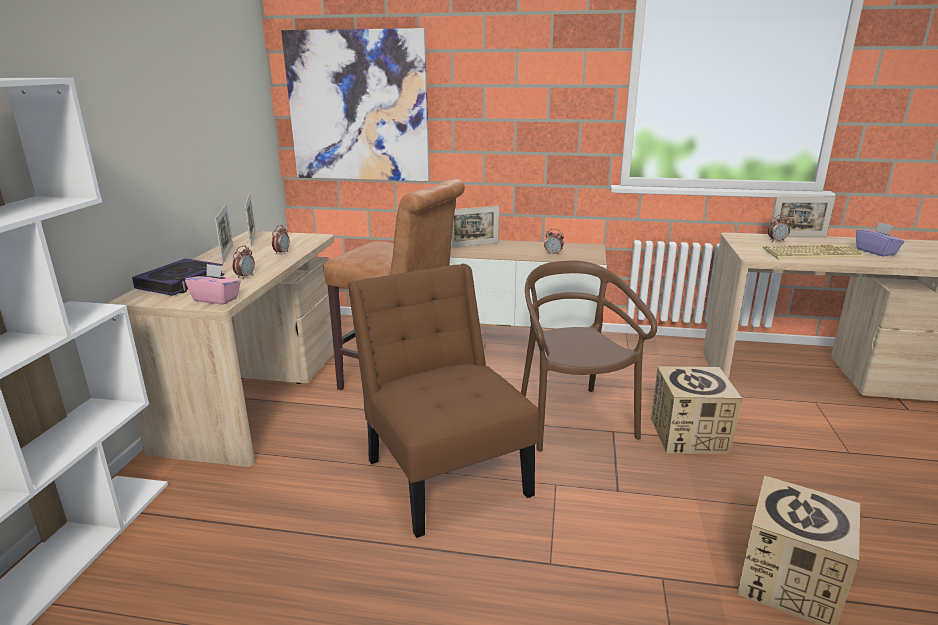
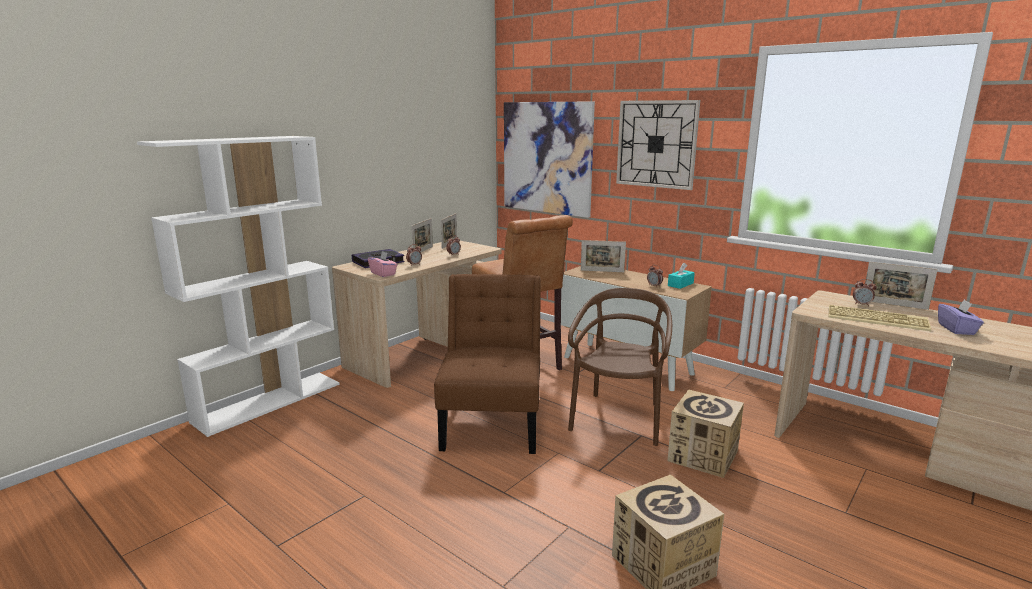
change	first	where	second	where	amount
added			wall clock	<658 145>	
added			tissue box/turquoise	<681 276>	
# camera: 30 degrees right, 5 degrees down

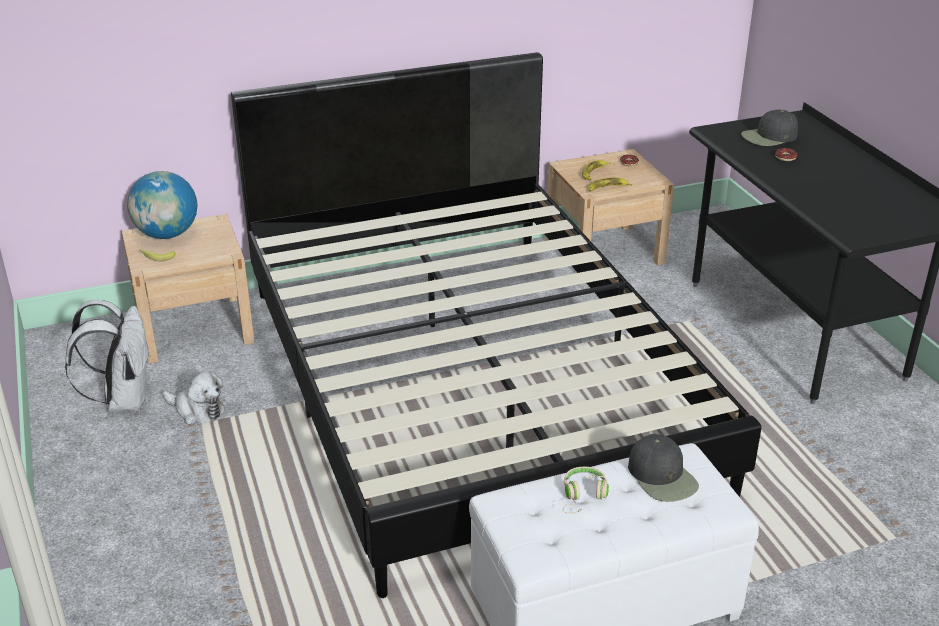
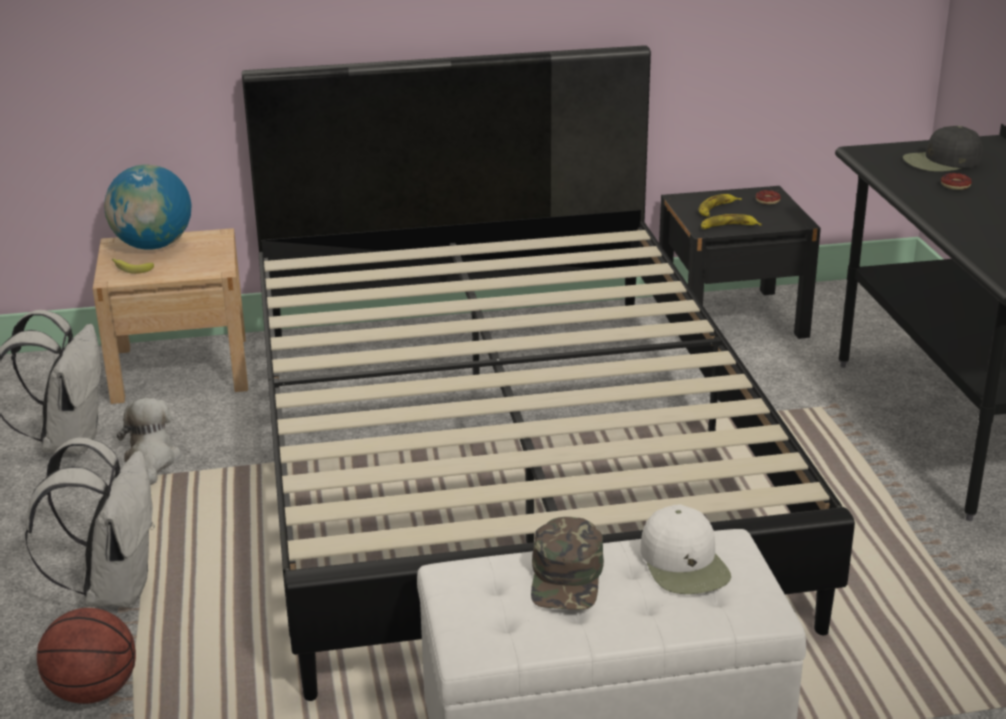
change	first	where	second	where	amount
added			backpack/white	<90 523>	
added			basketball	<86 656>	
turned	plush toy	<194 397>		<149 441>	135 degrees counterclockwise
replaced	headphones/beige	<586 490>	cap/green	<567 563>	
recoloured	cap/black	<663 468>	cap/white	<685 549>	
recoloured	nightstand/beige	<610 211>	nightstand/black	<740 262>	
# camera: 10 degrees right, 5 degrees down

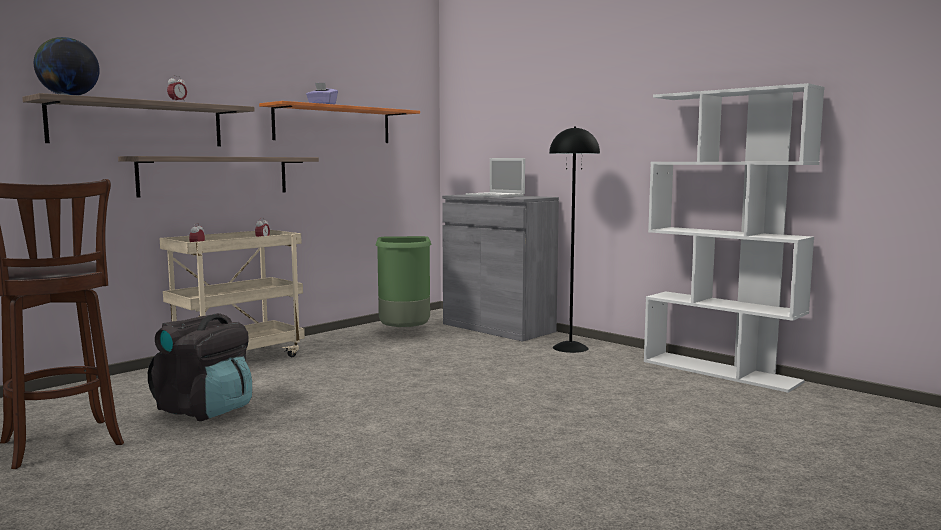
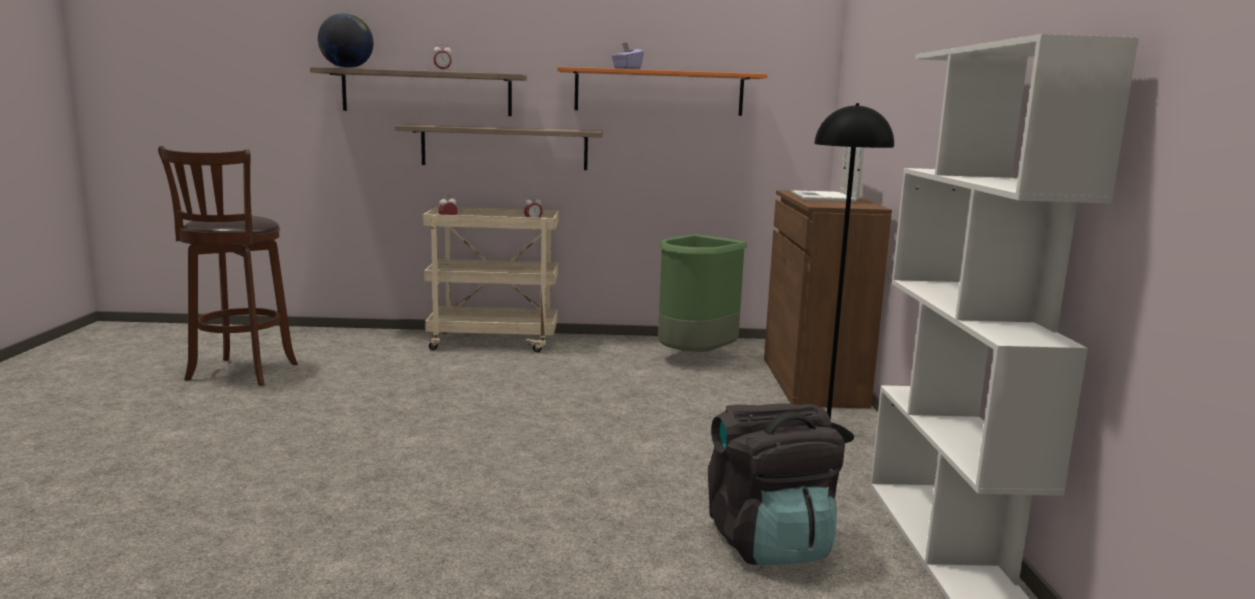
change	first	where	second	where	amount
moved	backpack/black	<200 367>		<776 484>	
recoloured	cabinet/grey	<500 268>	cabinet/brown	<828 299>	
# camera: 45 degrees right, 5 degrees up

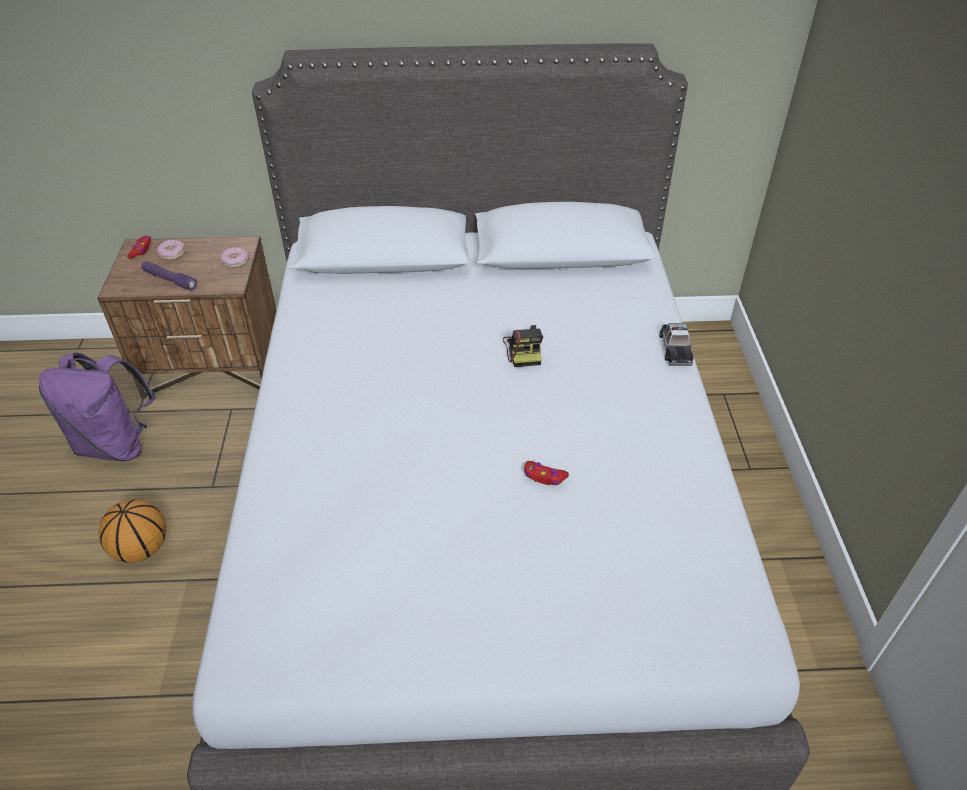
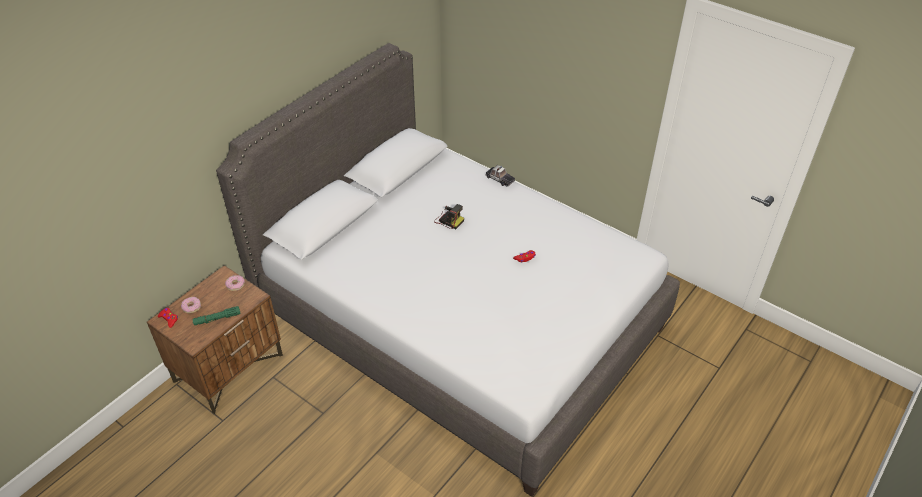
change	first	where	second	where	amount
recoloured	flashlight/purple	<169 275>	flashlight/green	<216 315>	
removed	backpack/purple	<97 406>			
removed	basketball	<132 531>			
# camera: 50 degrees left, 0 degrees up

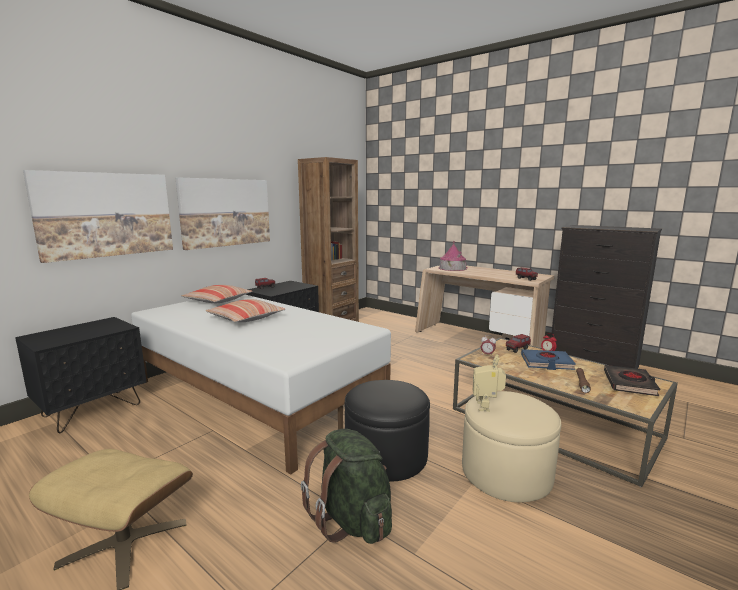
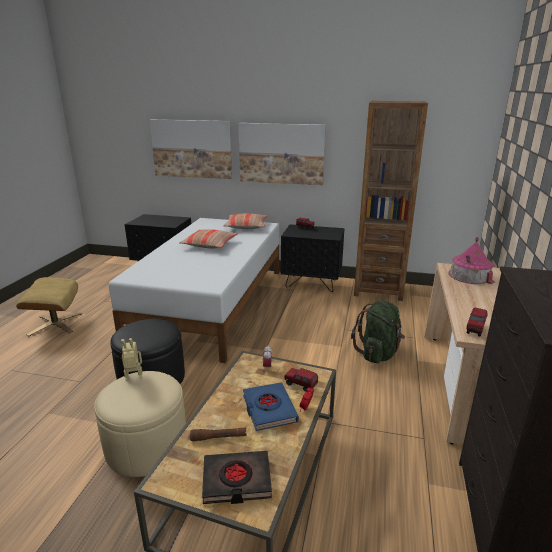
change	first	where	second	where	amount
moved	backpack/green	<346 486>		<378 331>	
# camera: 65 degrees right, 10 degrees up

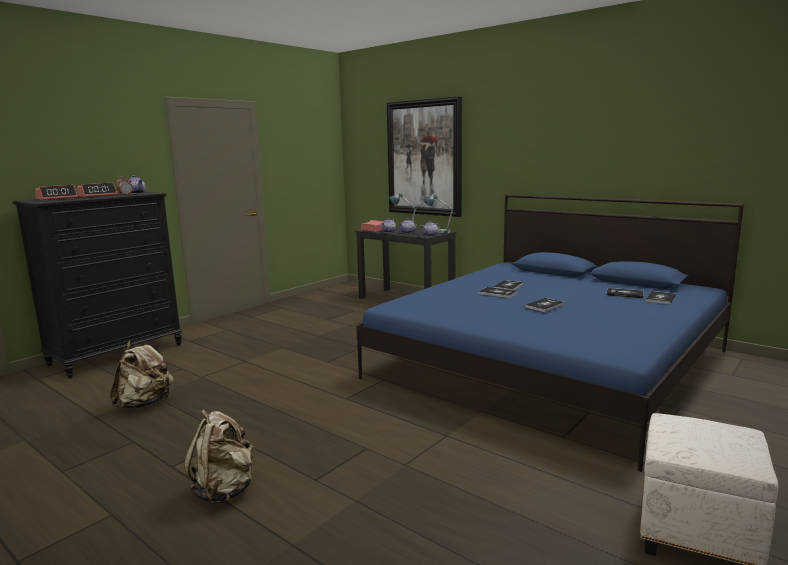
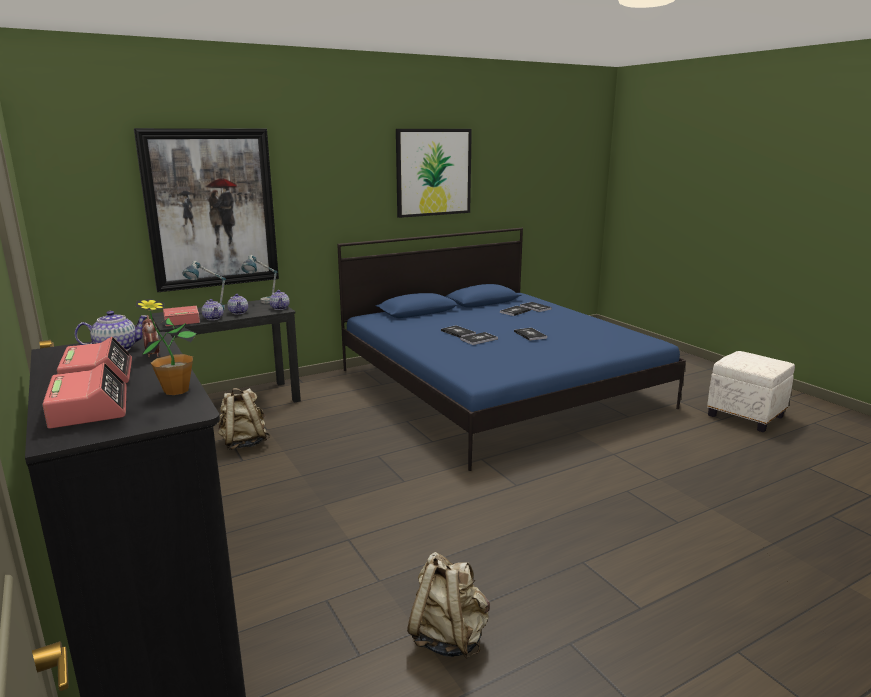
change	first	where	second	where	amount
added			potted plant	<166 347>	
moved	backpack/beige	<220 456>		<244 419>	
added			picture	<434 173>	
# camera: 70 degrees left, 5 degrees up

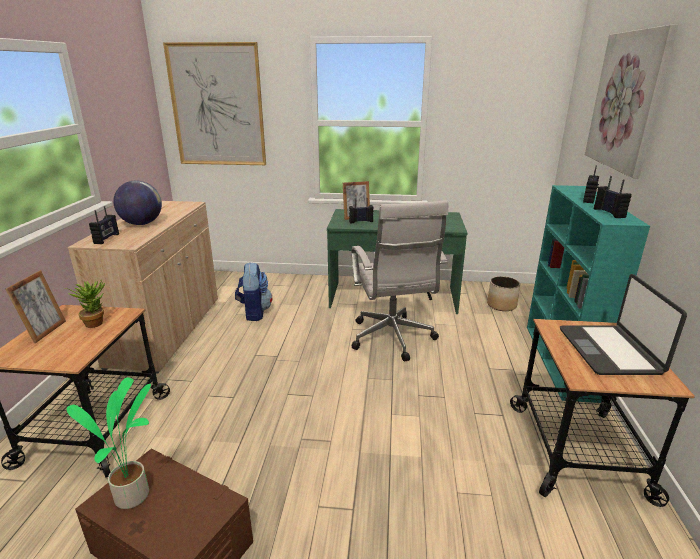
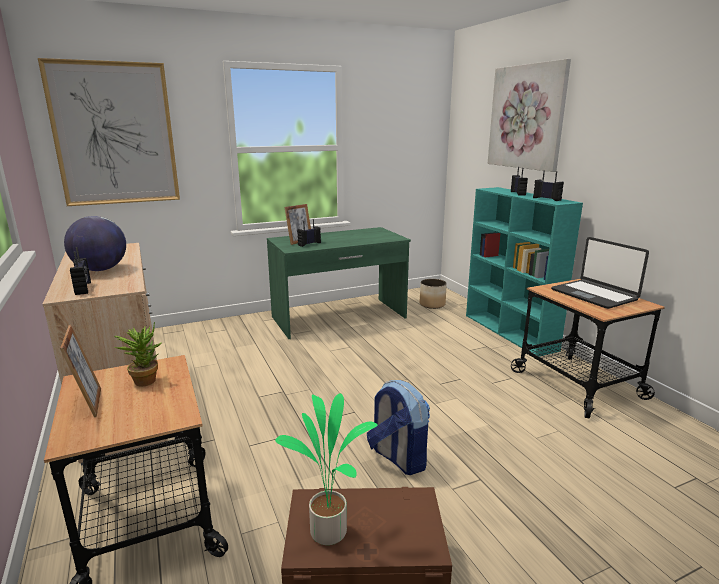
change	first	where	second	where	amount
moved	backpack	<253 291>		<398 427>	
removed	office chair/white	<400 281>			
# camera: 30 degrees left, 5 degrees down

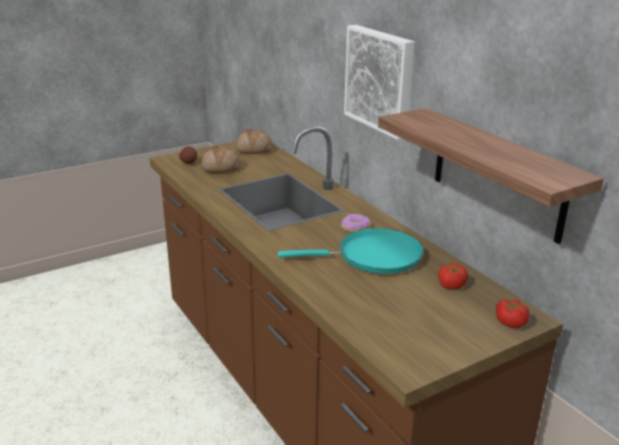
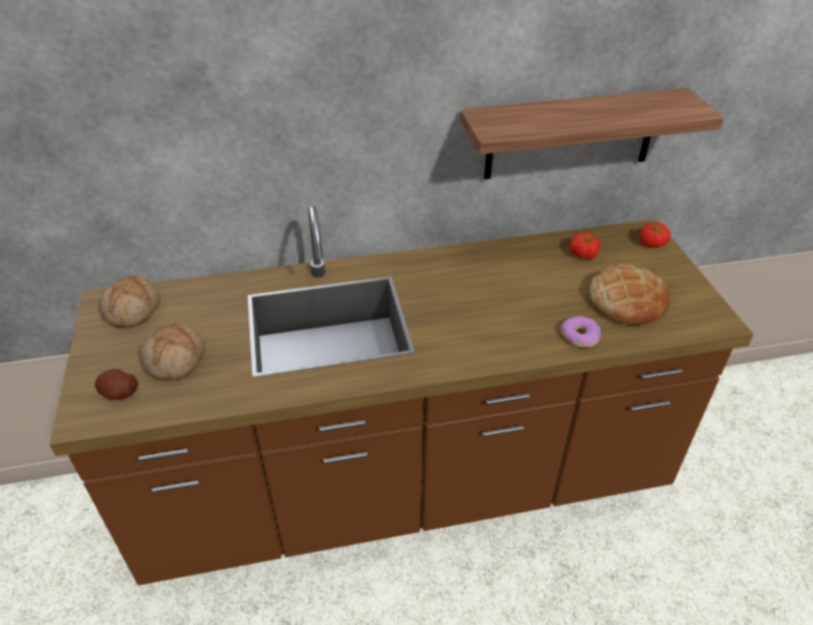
change	first	where	second	where	amount
moved	donut	<356 223>		<581 332>	
added			bread	<630 294>	
removed	frying pan/turquoise	<350 251>			
removed	picture	<379 82>			
# camera: 70 degrees left, 15 degrees up

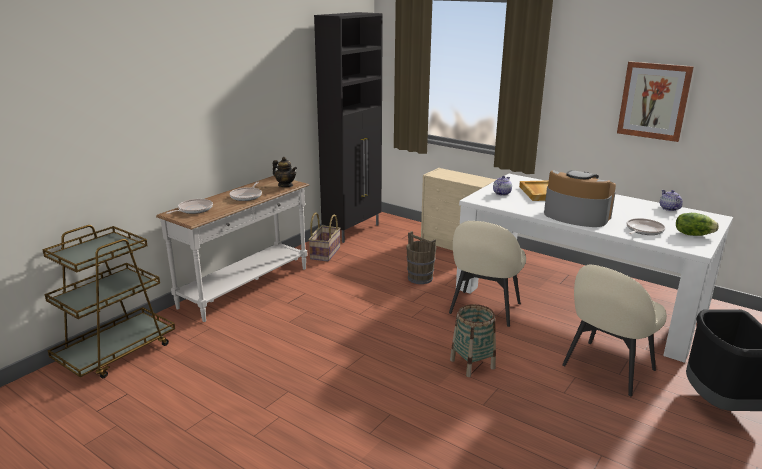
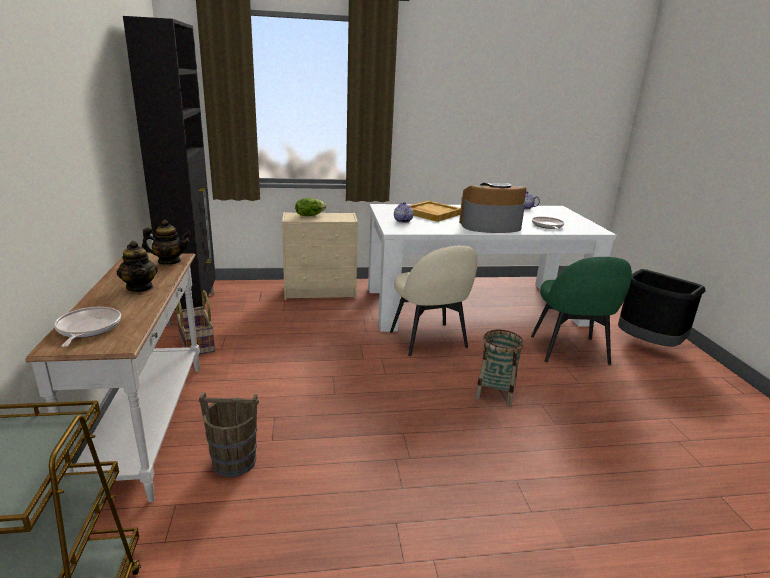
change	first	where	second	where	amount
replaced	frying pan	<245 191>	teapot	<137 266>	
moved	bucket/brown	<421 257>		<229 434>	
moved	lettuce	<697 224>		<310 207>	
recoloured	chair/beige	<614 330>	chair/green	<581 311>	
removed	picture	<655 101>			
# camera: 45 degrees left, 0 degrees up

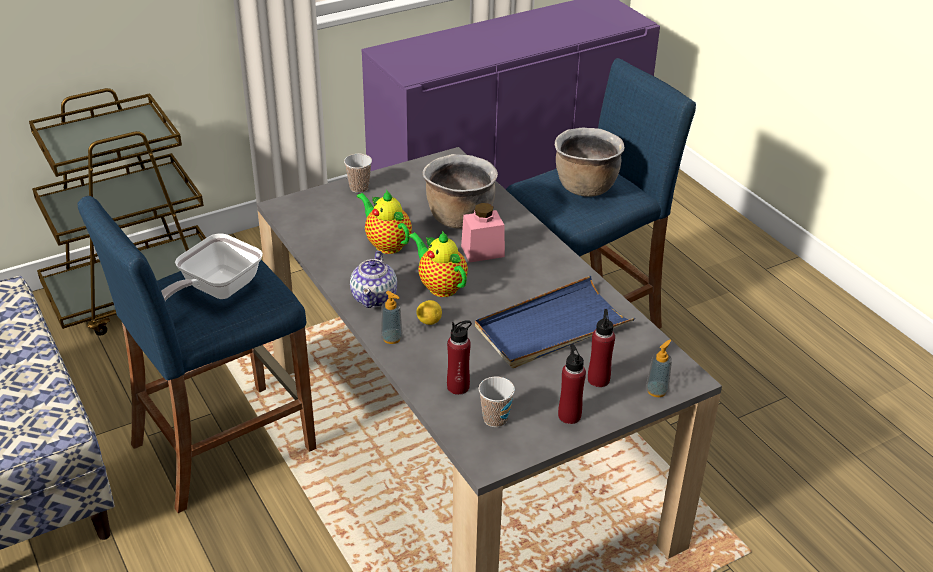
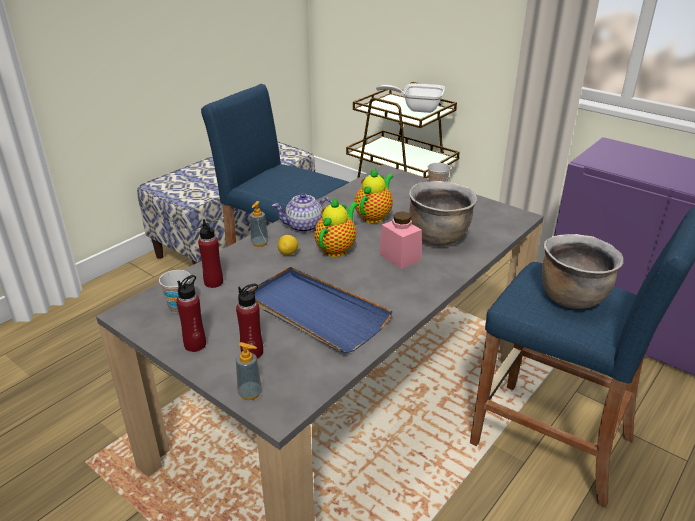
change	first	where	second	where	amount
moved	frying pan	<212 267>		<410 98>	
# camera: 70 degrees right, 5 degrees down

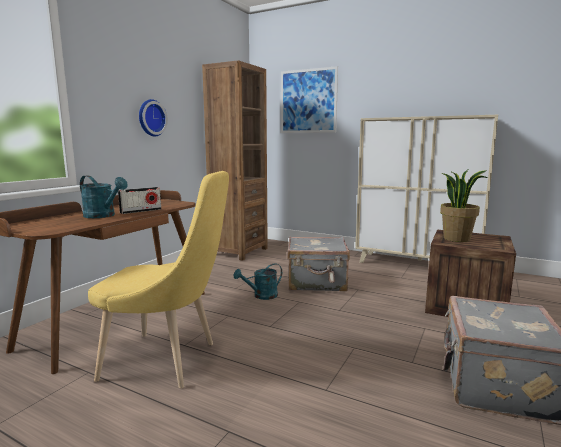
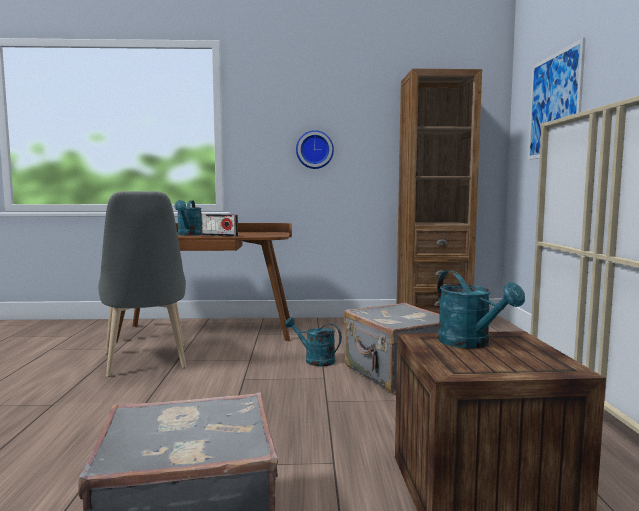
change	first	where	second	where	amount
recoloured	chair/yellow	<158 279>	chair/grey	<142 284>	
replaced	potted plant	<464 205>	watering can/turquoise	<481 309>	
# camera: 60 degrees right, 5 degrees down

